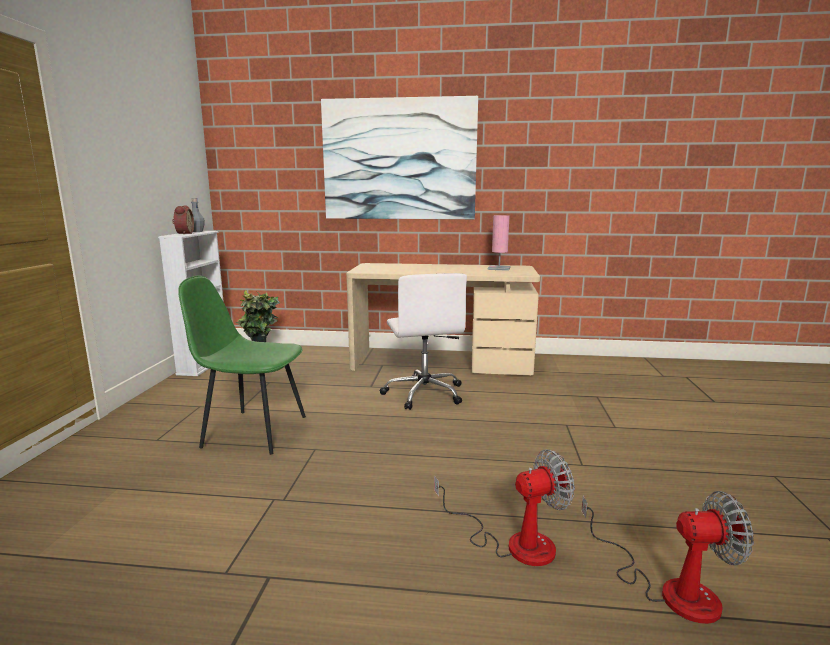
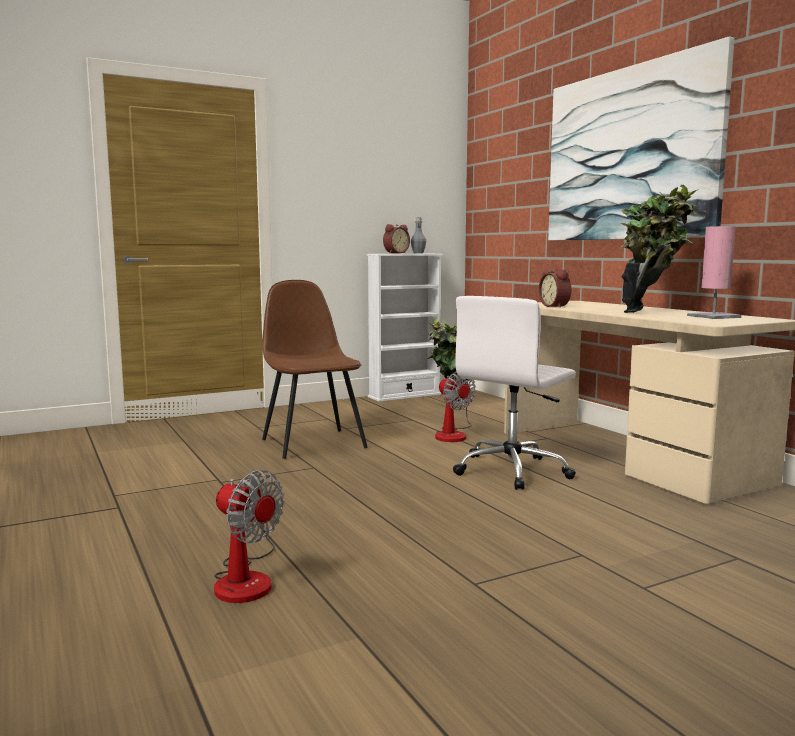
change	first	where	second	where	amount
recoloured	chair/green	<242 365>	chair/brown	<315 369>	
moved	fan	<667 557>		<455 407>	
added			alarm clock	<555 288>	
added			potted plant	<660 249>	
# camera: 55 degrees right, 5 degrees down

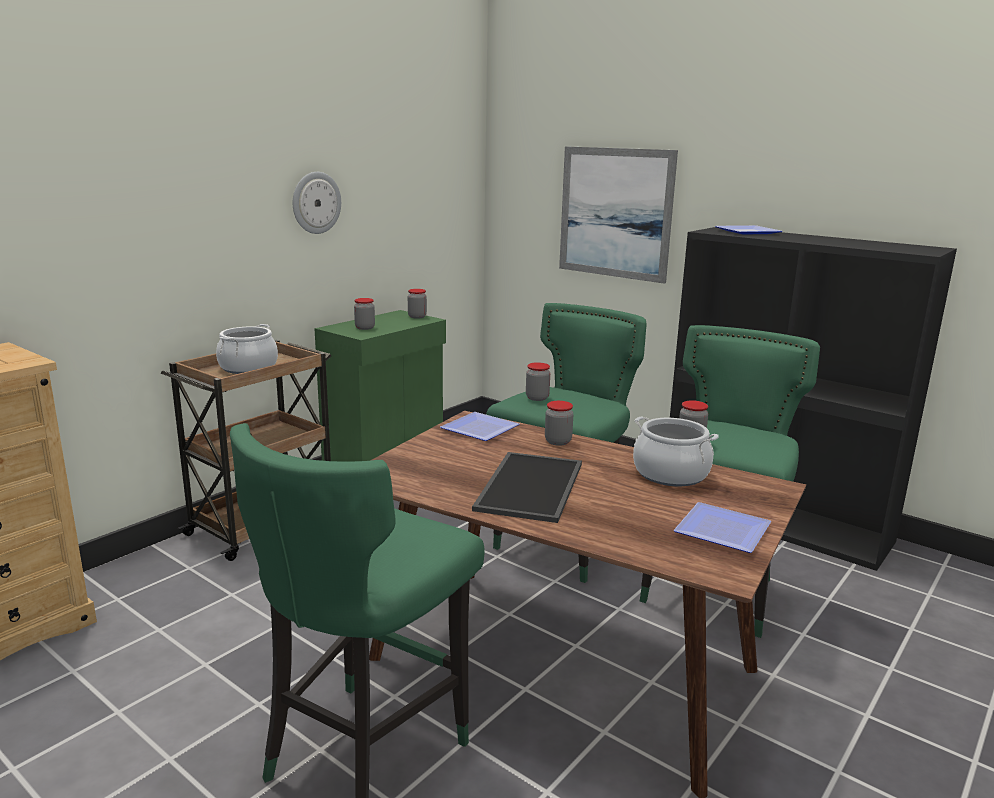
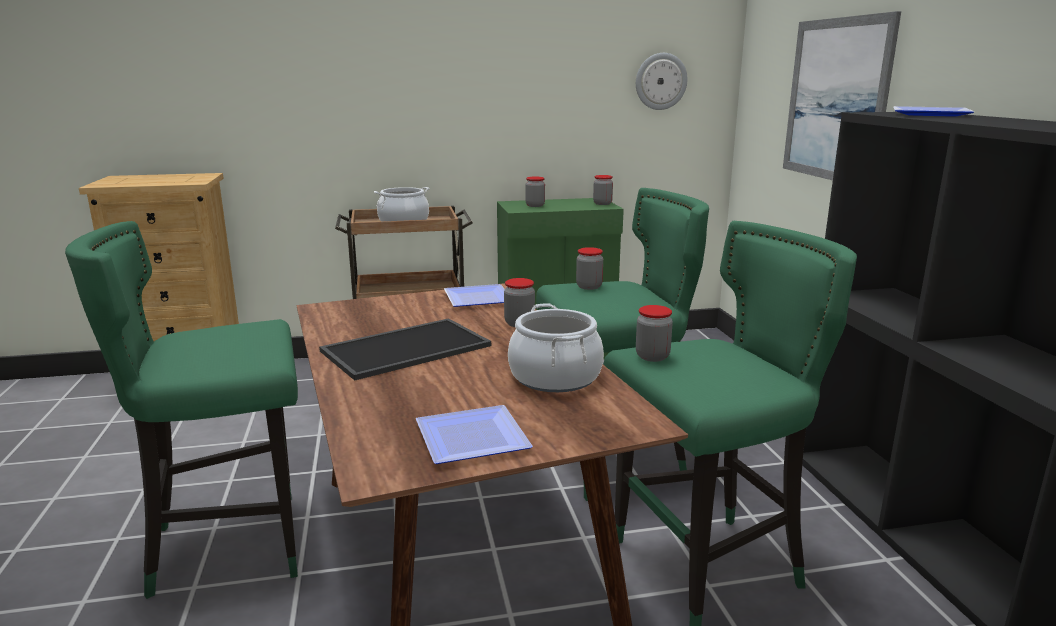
change	first	where	second	where	amount
moved	wall clock	<317 203>		<661 81>	
# camera: 40 degrees right, 0 degrees up

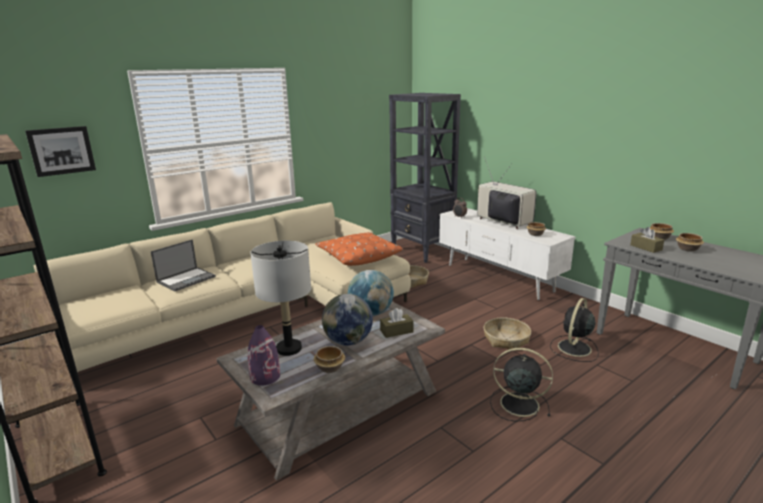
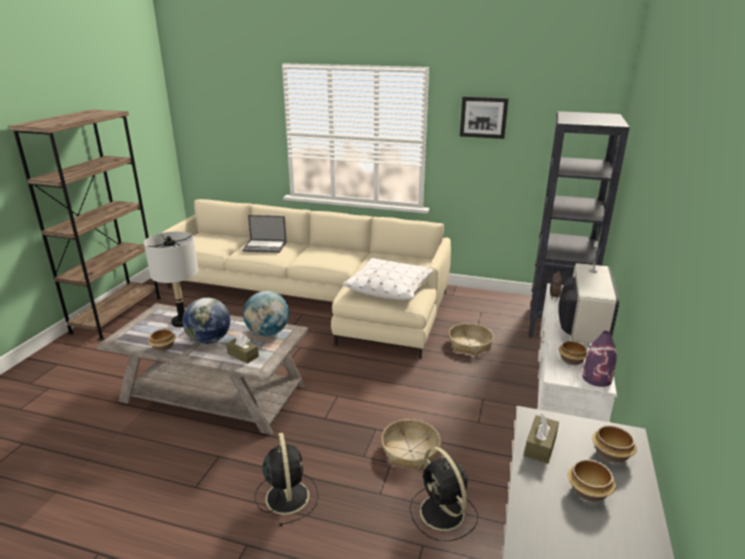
change	first	where	second	where	amount
recoloured	pillow/orange	<359 249>	pillow/white	<387 279>	
turned	fan/black	<574 330>		<444 494>	120 degrees counterclockwise
moved	picture	<60 151>		<484 117>	
moved	vase/purple	<264 355>		<599 359>	
# camera: 55 degrees right, 5 degrees up

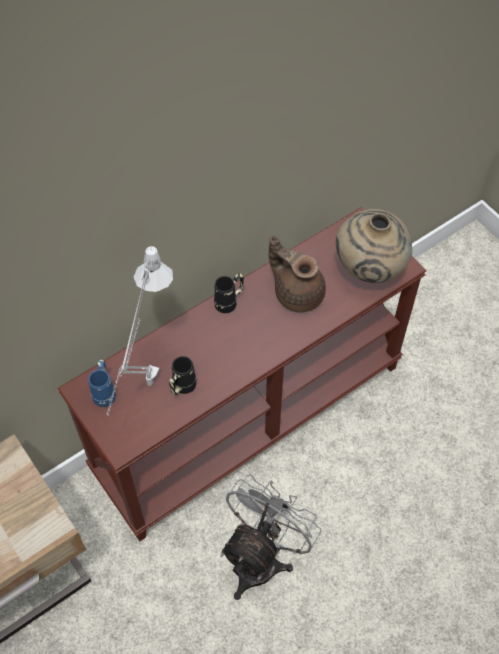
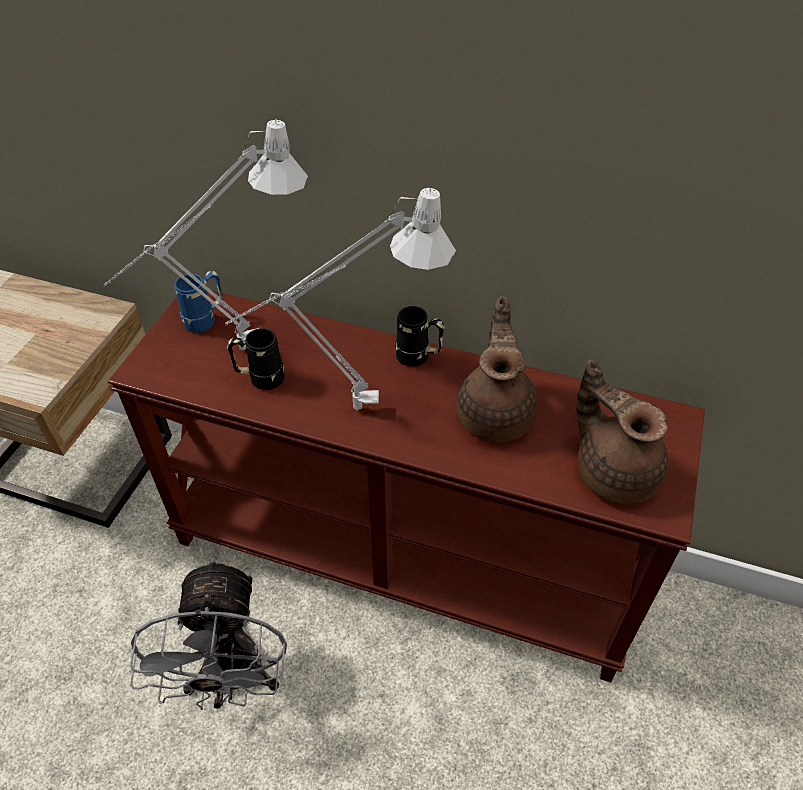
change	first	where	second	where	amount
turned	fan/grey	<271 537>		<208 633>	90 degrees clockwise
added			table lamp/grey	<340 298>	
replaced	vase/beige	<374 246>	teapot/brown	<622 431>	
# camera: 55 degrees right, 10 degrees down

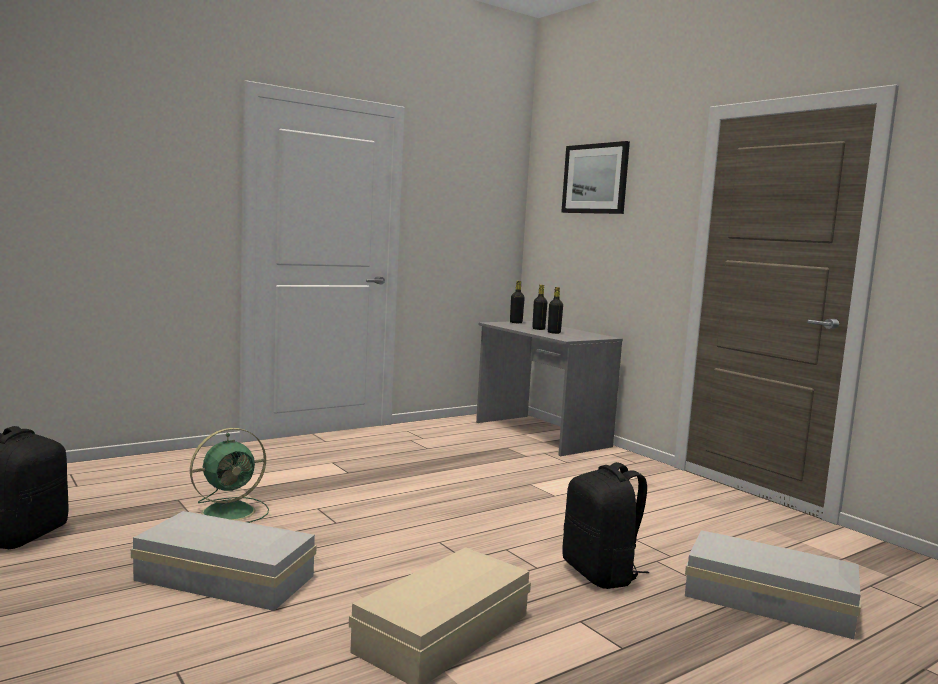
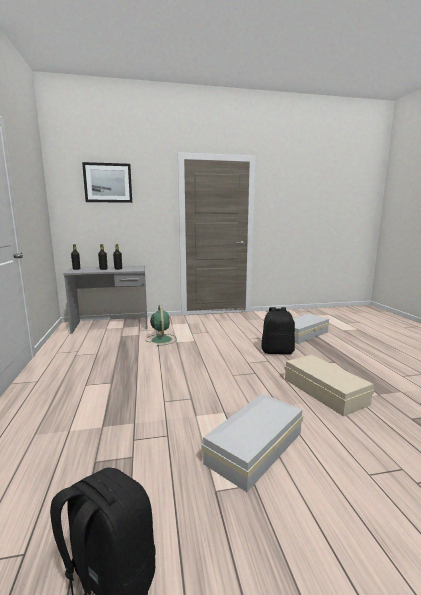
change	first	where	second	where	amount
moved	fan/green	<229 475>		<161 325>	
# camera: 65 degrees left, 5 degrees up

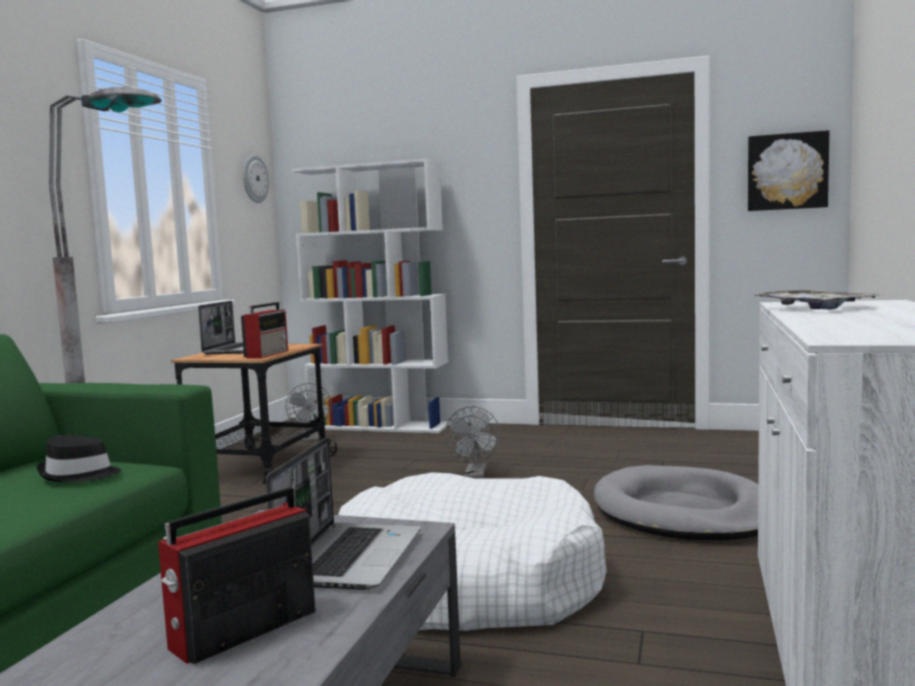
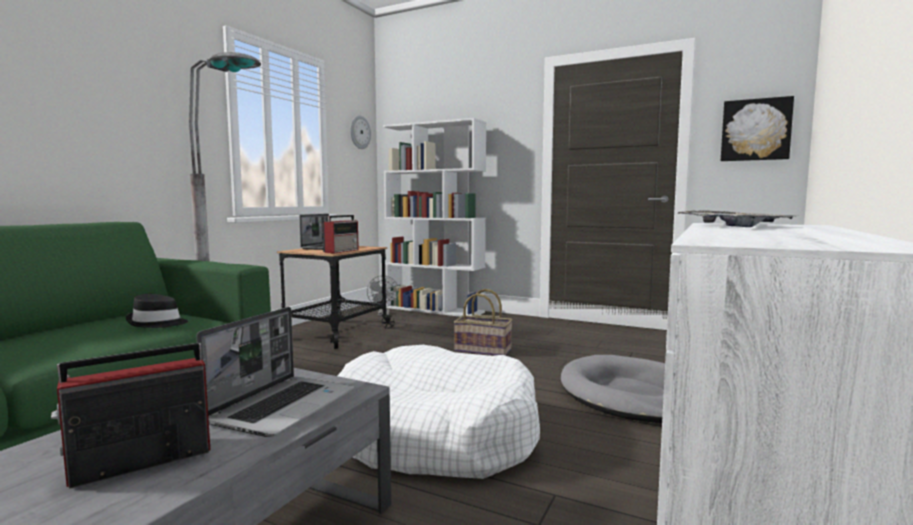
change	first	where	second	where	amount
replaced	fan/grey	<472 442>	basket	<483 322>	
# camera: 10 degrees right, 0 degrees up

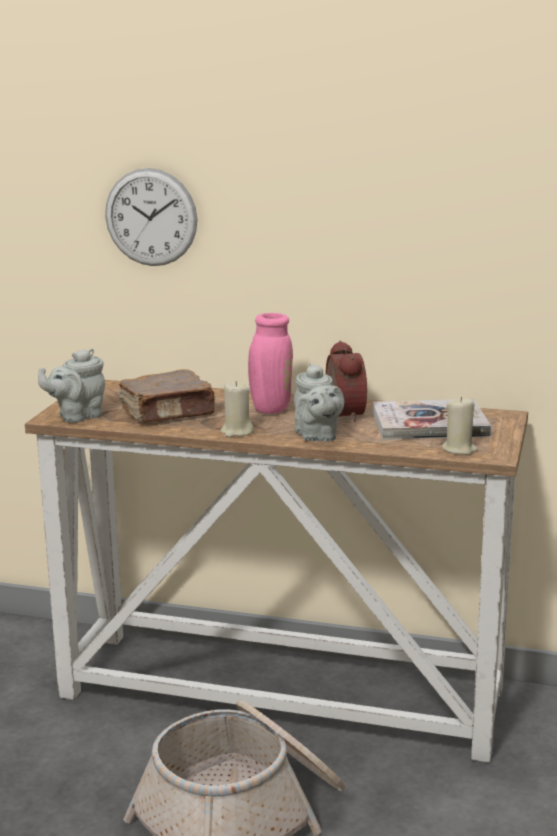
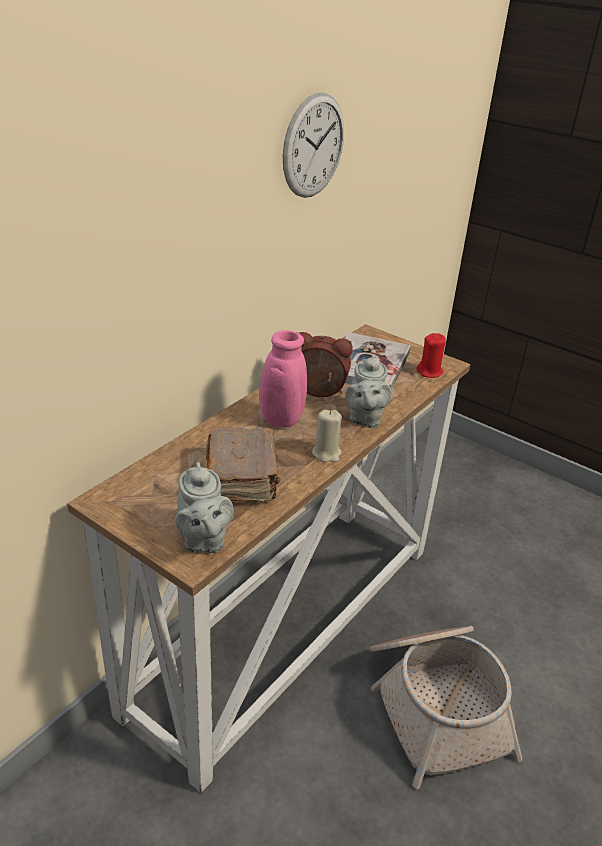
change	first	where	second	where	amount
moved	wall clock	<151 217>		<313 145>	
turned	teapot/grey	<319 402>		<368 391>	90 degrees clockwise
recoloured	candle/beige	<460 426>	candle/red	<431 355>	
# camera: 70 degrees left, 15 degrees up

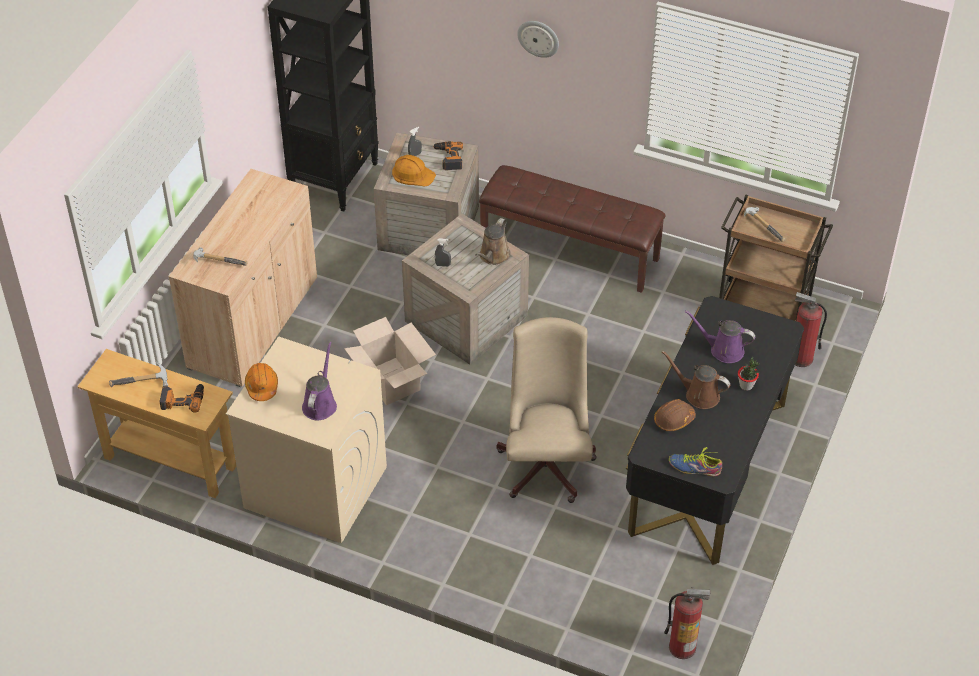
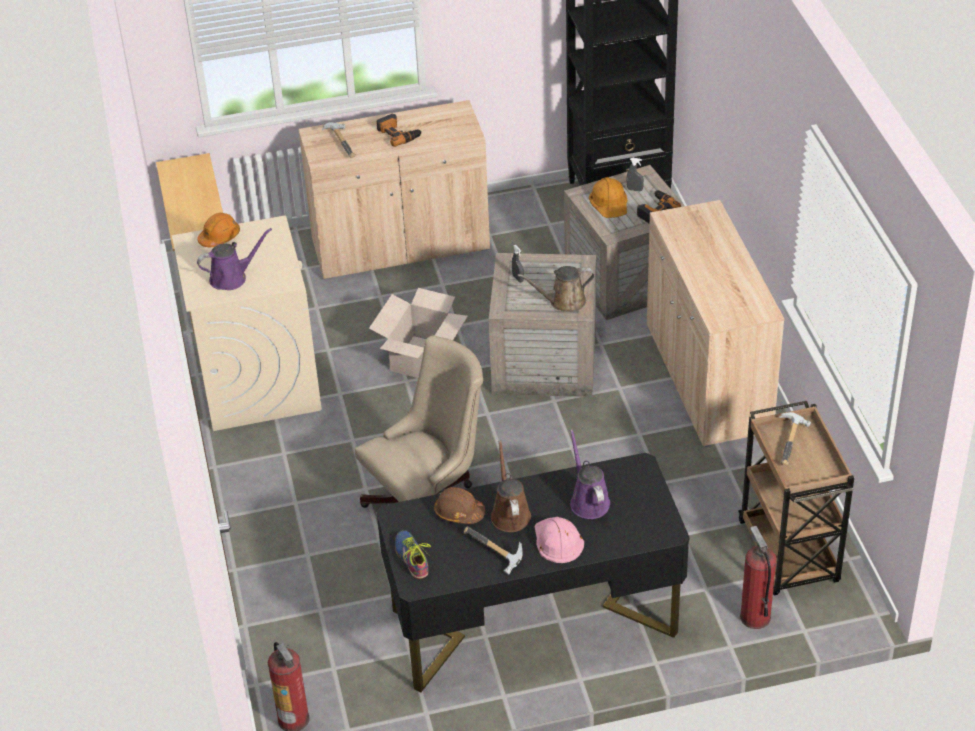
change	first	where	second	where	amount
moved	power drill	<182 398>		<399 130>	
moved	hammer	<138 374>		<493 550>	
replaced	potted plant	<749 374>	hard hat/pink	<559 540>	
replaced	bench/brown	<572 229>	cabinet/beige	<716 323>	
removed	wall clock	<538 39>			
# camera: 55 degrees right, 5 degrees down

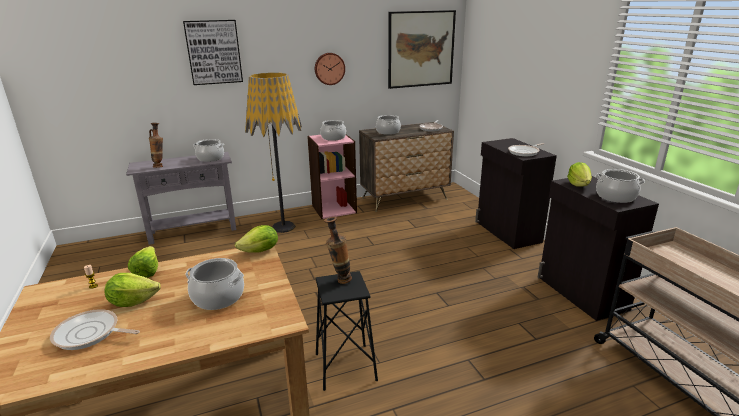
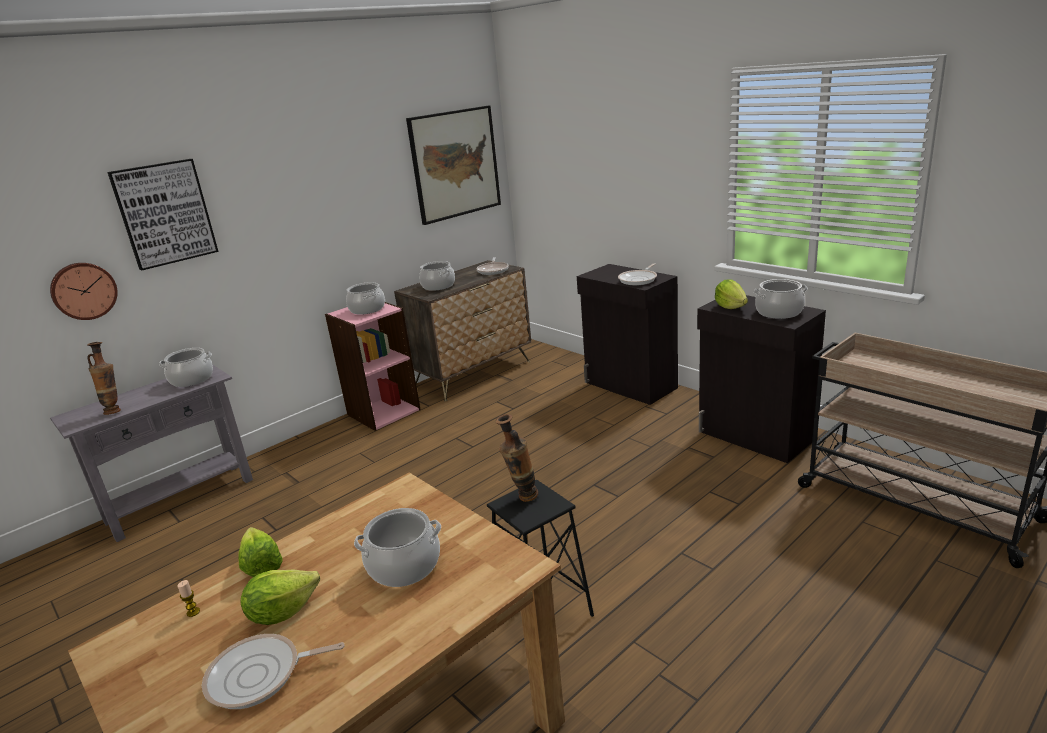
change	first	where	second	where	amount
moved	wall clock	<330 69>		<84 291>	
removed	lettuce	<256 239>			
removed	floor lamp	<273 153>			
# camera: 20 degrees left, 0 degrees up

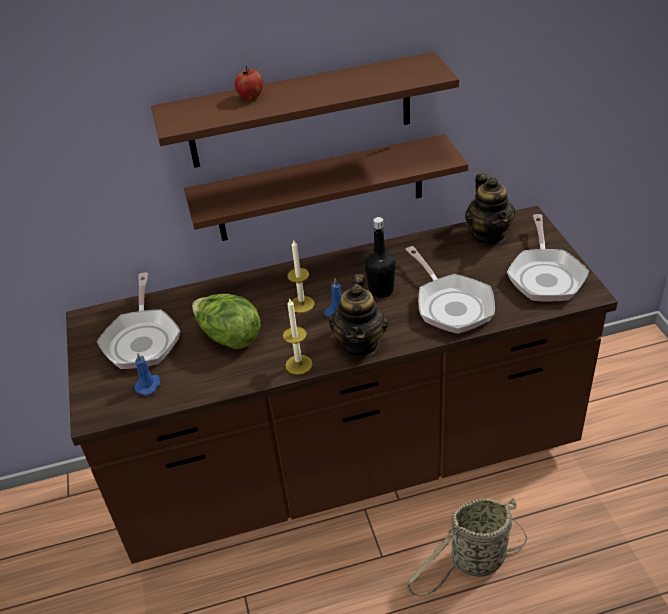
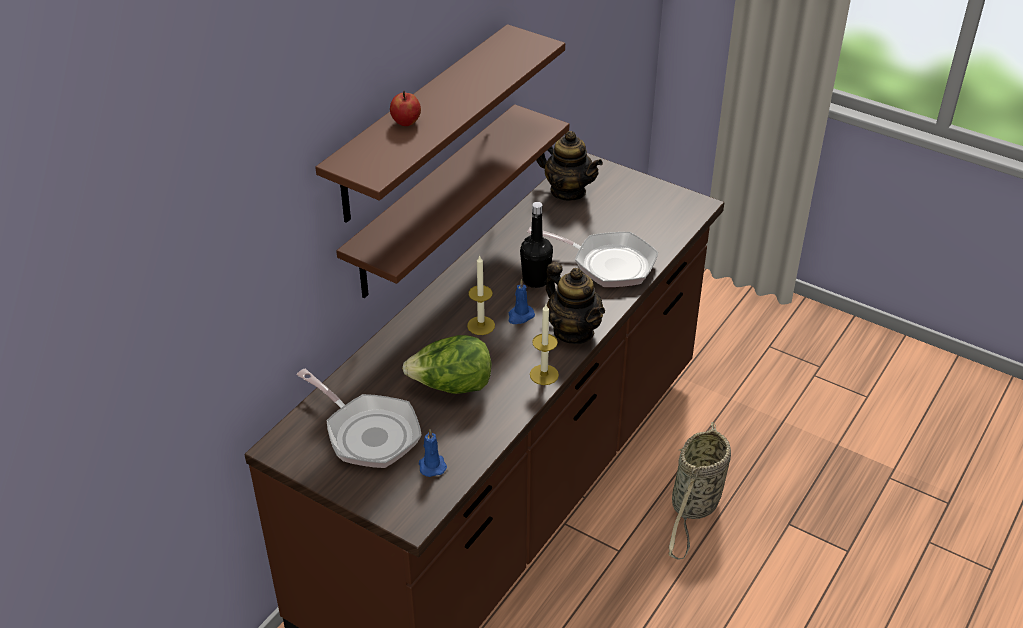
change	first	where	second	where	amount
removed	frying pan	<548 258>			
# camera: 45 degrees left, 0 degrees up

